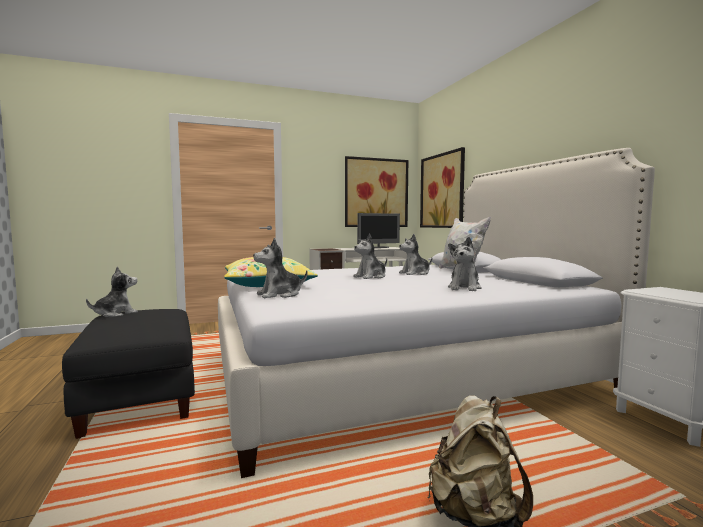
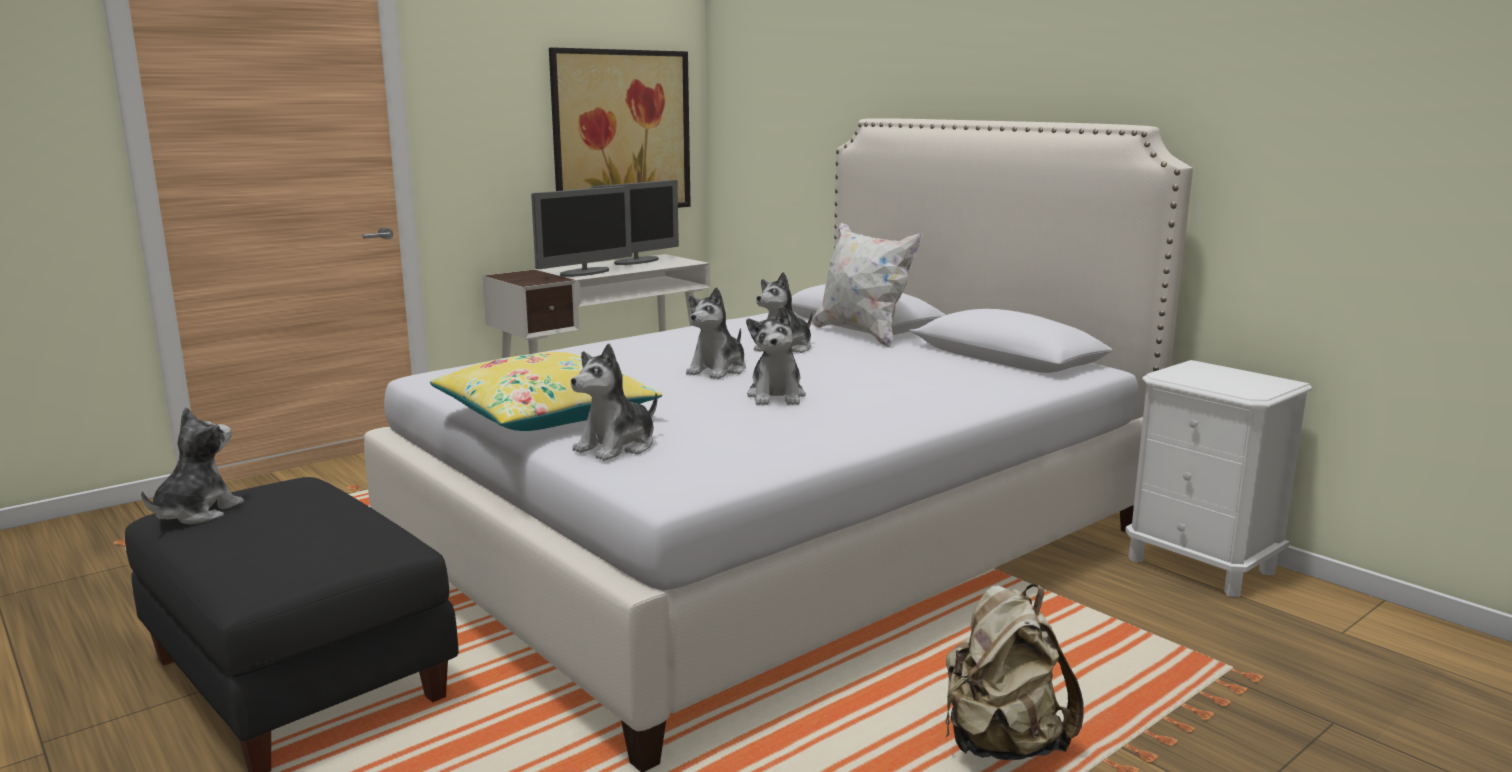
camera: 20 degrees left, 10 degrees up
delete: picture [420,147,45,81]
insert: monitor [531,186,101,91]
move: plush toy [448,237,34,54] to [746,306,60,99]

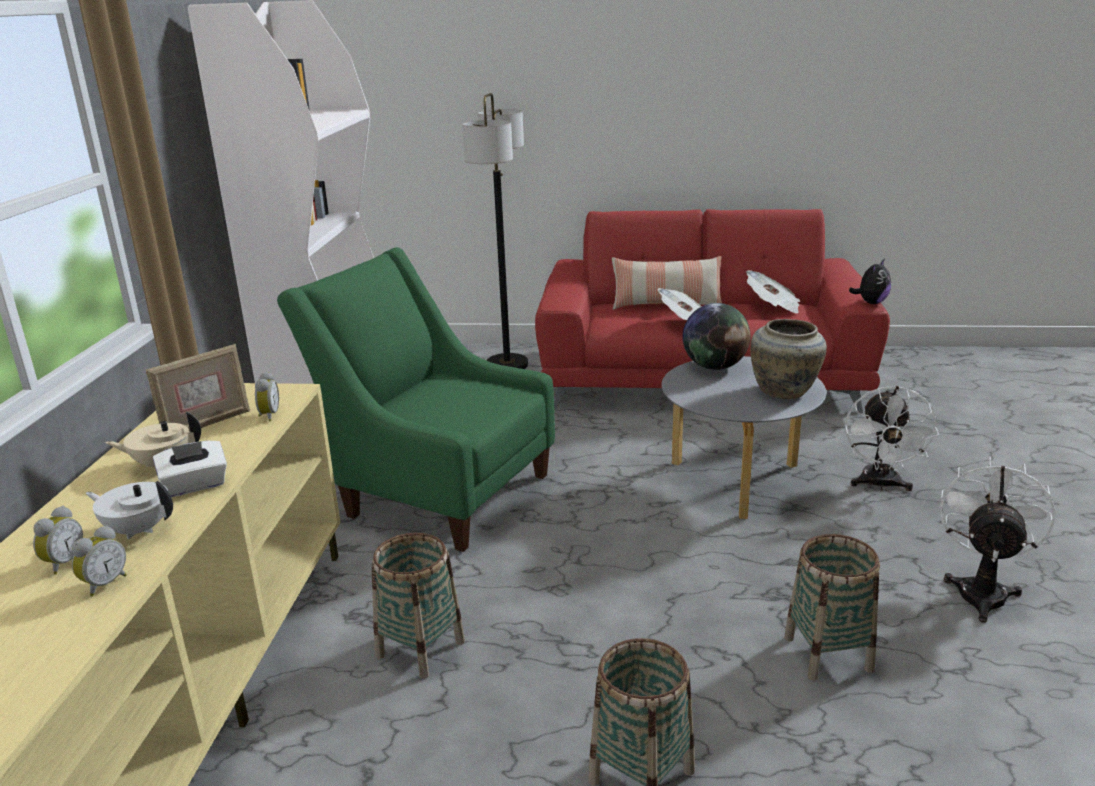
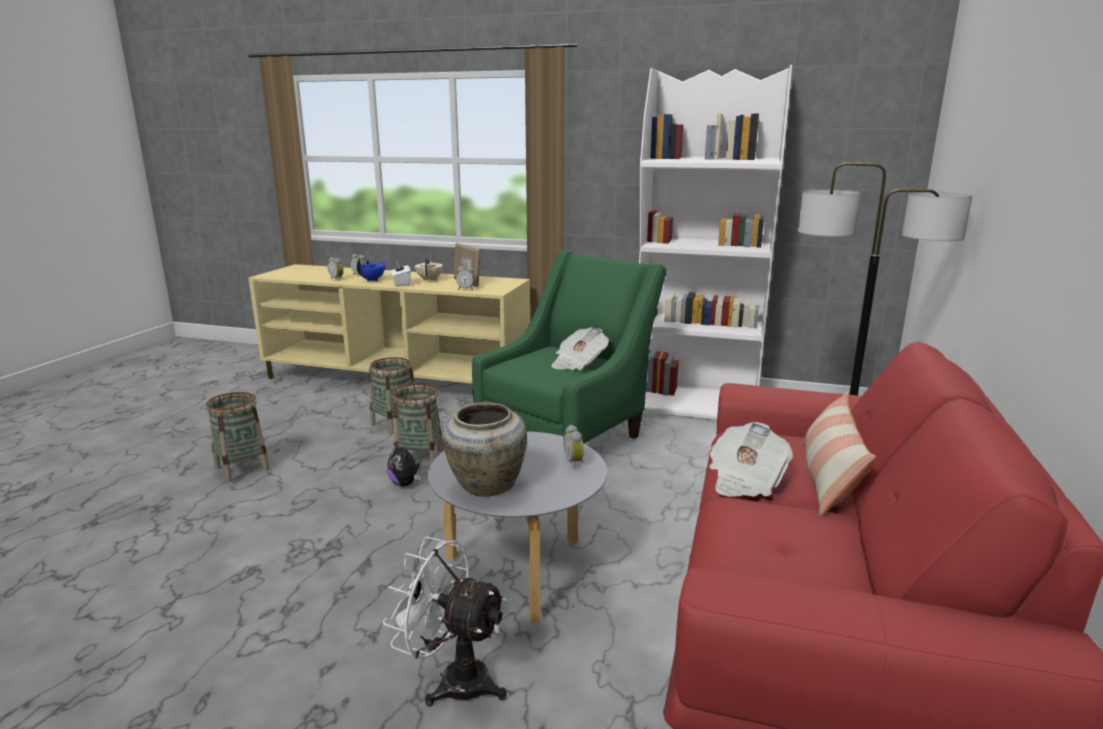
camera: 100 degrees right, 5 degrees down
delete: fan/white [940,457,116,166]
move: newspaper [746,270,54,44] to [552,327,57,43]; basket [784,534,96,147] to [392,383,51,82]; plush toy [849,259,42,45] to [387,443,34,44]
replace: globe [683,303,67,67] to alarm clock [563,425,21,44]
recolor: teapot/white [86,481,87,58] to teapot/blue [356,258,30,24]

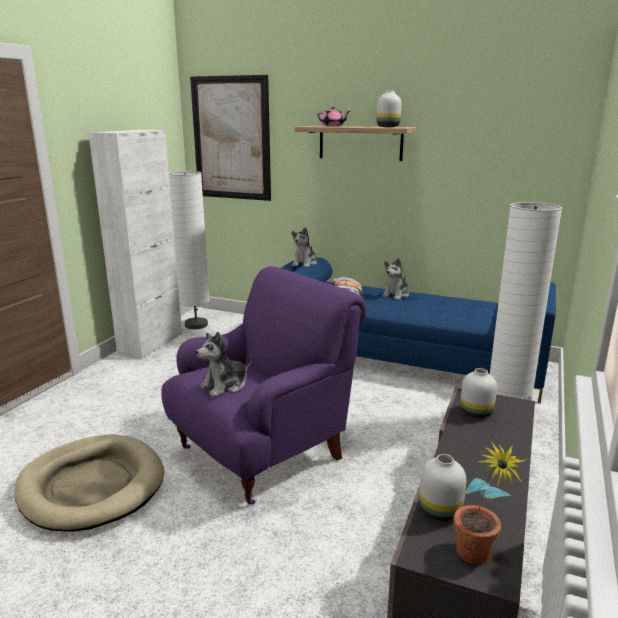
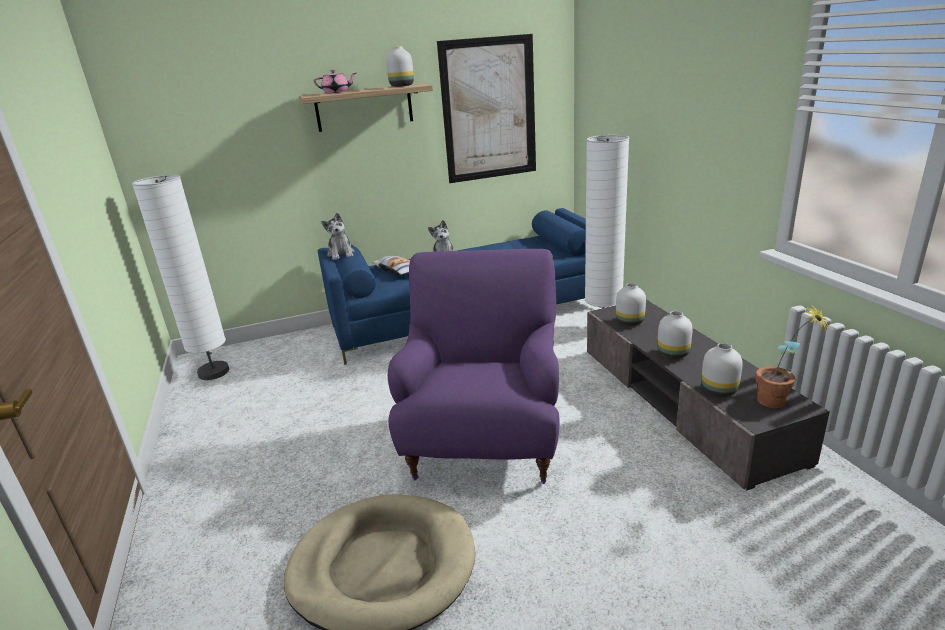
camera: 40 degrees left, 5 degrees up
delete: cabinet/white [89,130,93,230]; plush toy [196,331,55,66]
insert: vase/white [657,311,36,48]
move: picture [190,75,81,126] to [437,34,99,149]

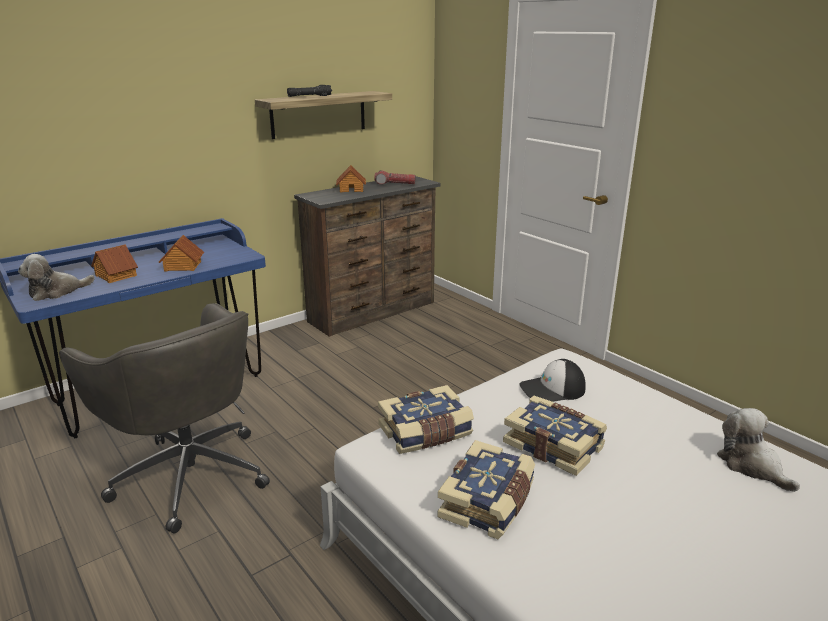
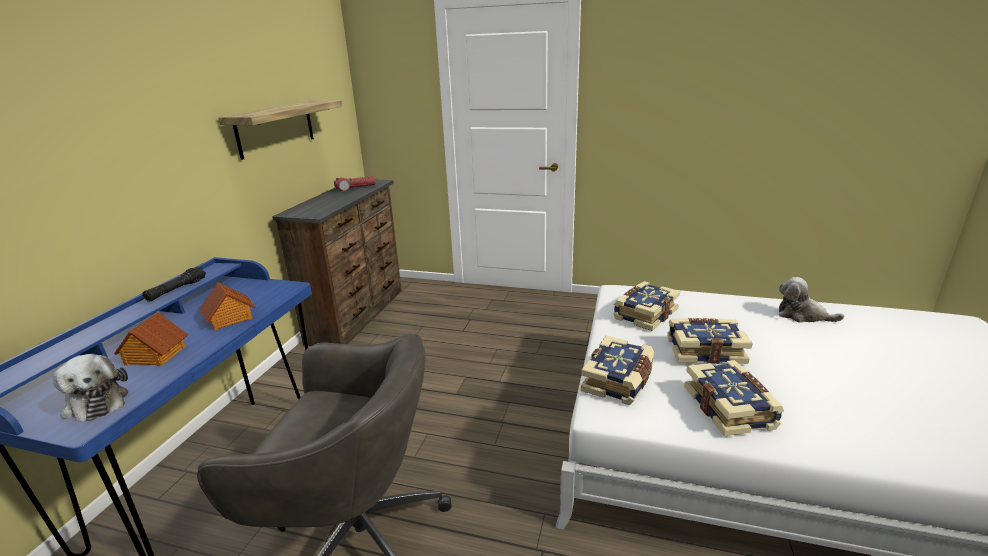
camera: 35 degrees left, 0 degrees up
delete: toy house [336,165,30,27]
move: flashlight/black [287,85,45,12] to [143,267,63,35]
replace: cap [520,359,66,43] to book [613,281,67,50]
rotate: plush toy [18,254,77,47] = [53,354,75,68] 60 degrees counterclockwise

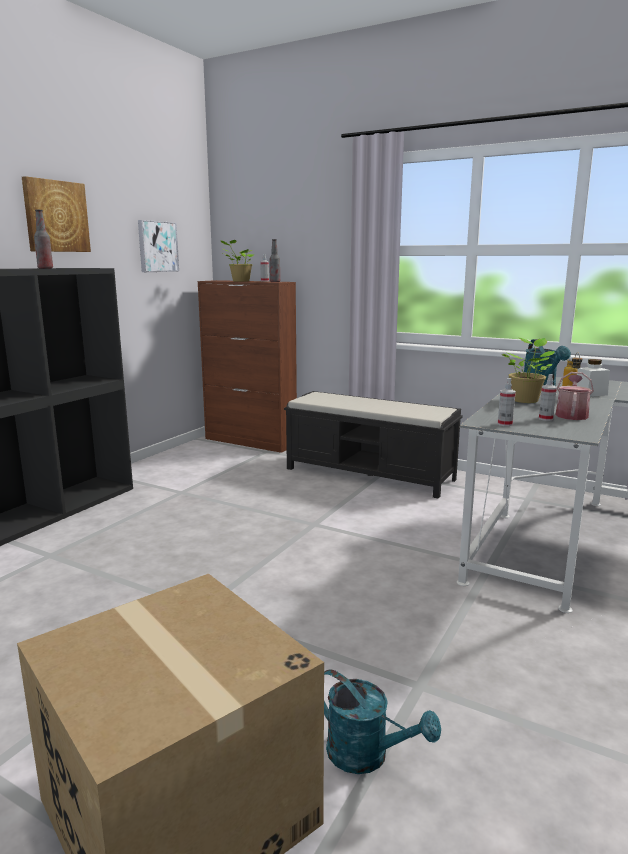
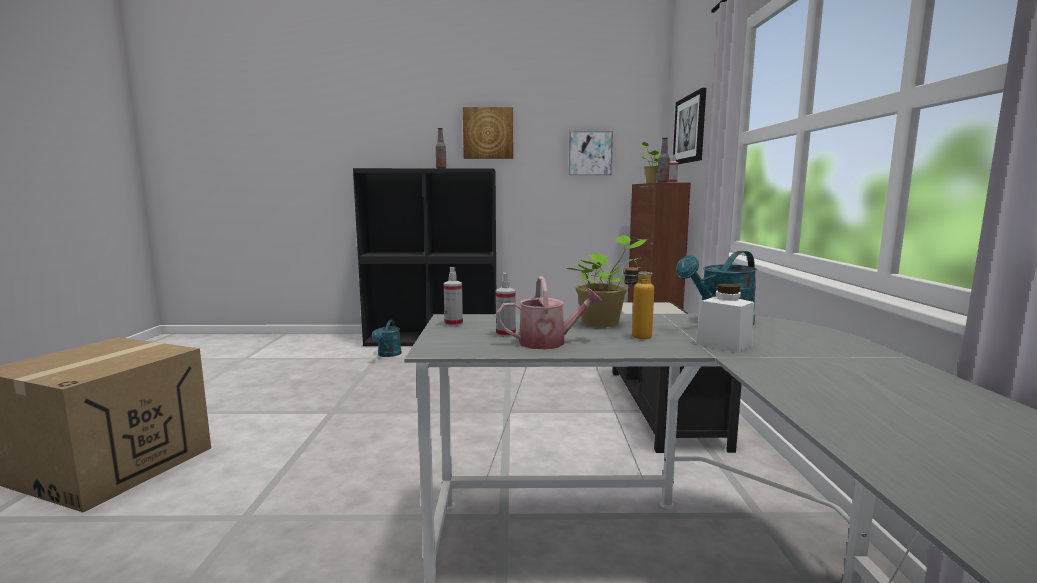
camera: 60 degrees right, 5 degrees down
insert: picture [673,88,33,76]
move: watering can/turquoise [324,670,117,104] to [372,320,30,37]

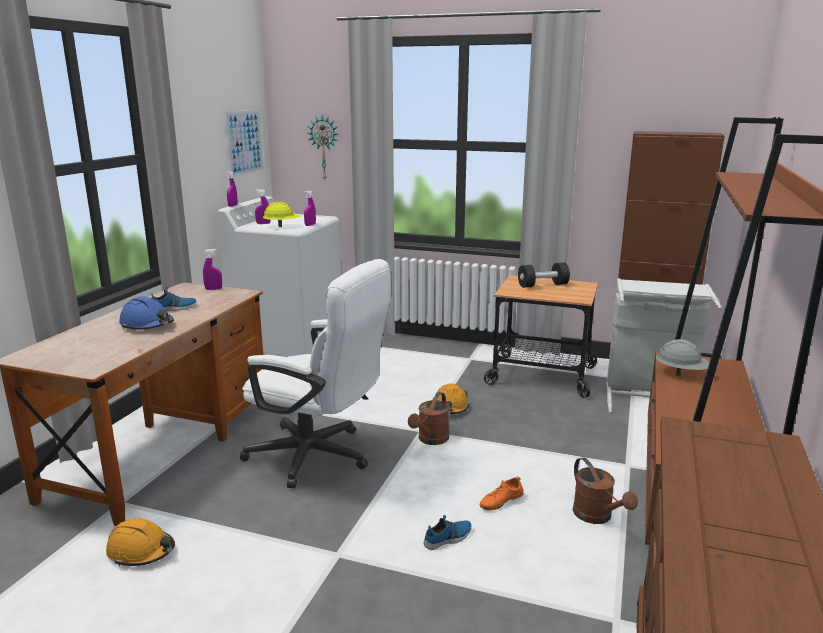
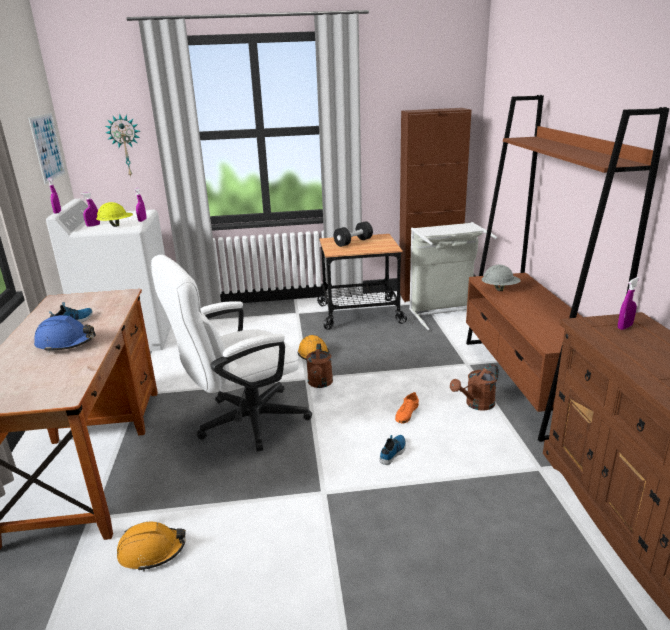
camera: 25 degrees left, 5 degrees up
move: spray bottle/purple [203,249,19,41] to [618,277,22,53]
rotate: office chair/white [240,259,151,229] = [151,255,161,197] 150 degrees clockwise; watering can/brown [573,457,65,67] = [450,364,49,47] 105 degrees clockwise

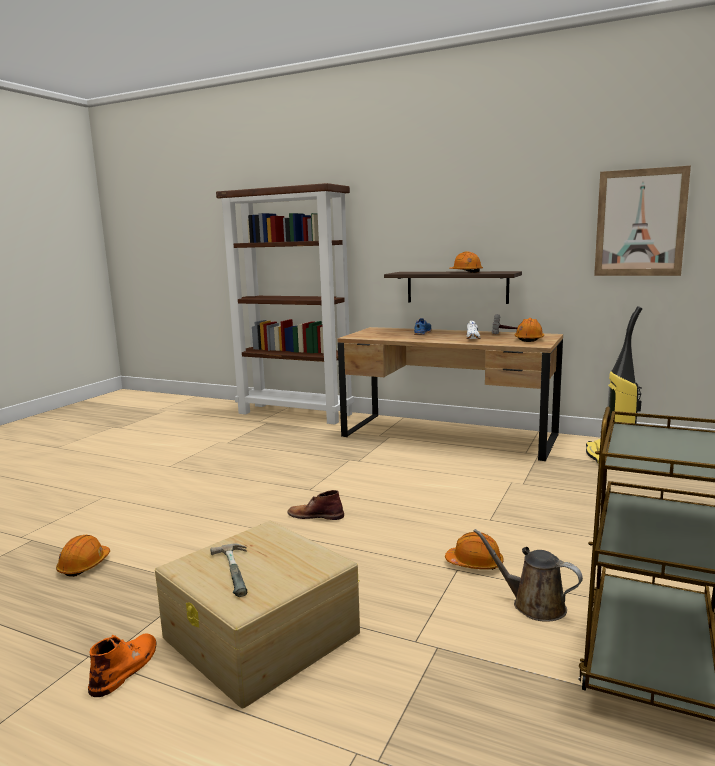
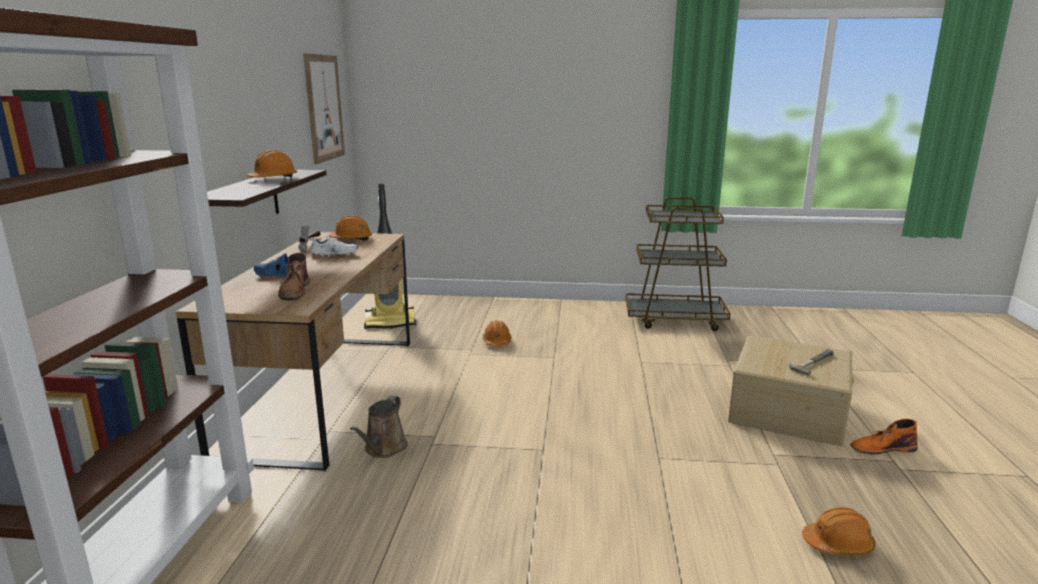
camera: 110 degrees left, 5 degrees up
move: boot/brown [287,490,57,30] to [278,253,32,47]; hard hat/orange [445,532,59,38] to [483,320,29,26]; watering can/brown [474,529,109,93] to [350,396,58,62]

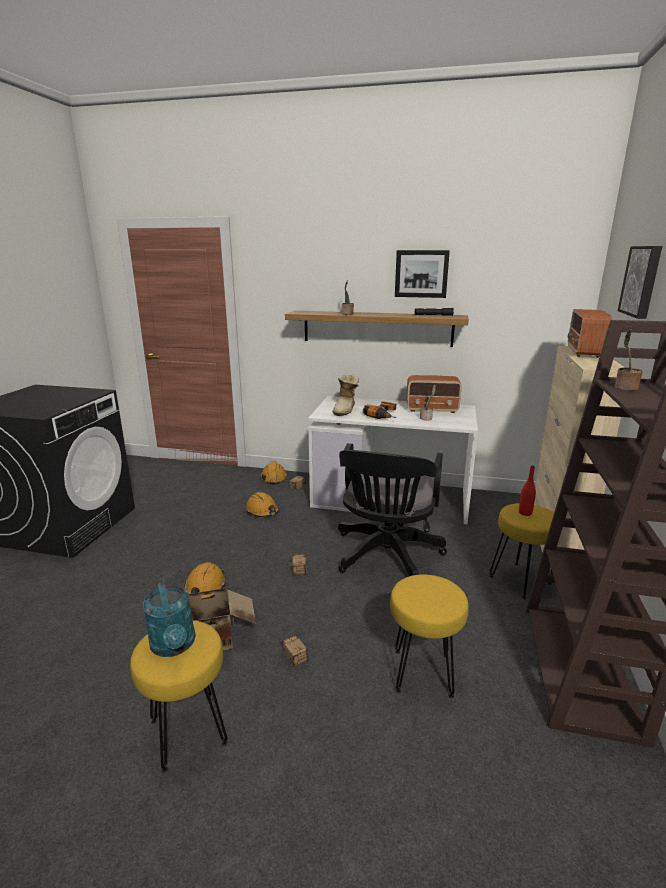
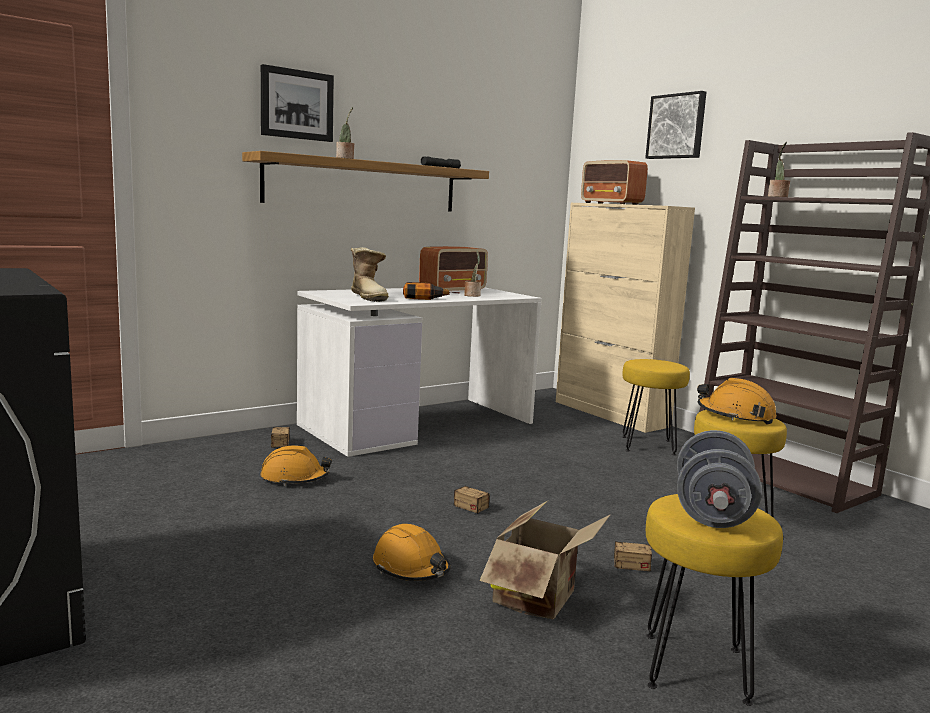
camera: 50 degrees left, 10 degrees down
delete: office chair/black [338,443,109,133]; bottle/red [519,465,17,51]
move: hard hat/orange [260,461,28,24] to [697,378,80,47]; picture [395,250,55,48] to [261,64,73,78]
replace: watering can/turquoise [142,574,54,83] to dumbbell/grey [677,430,85,98]

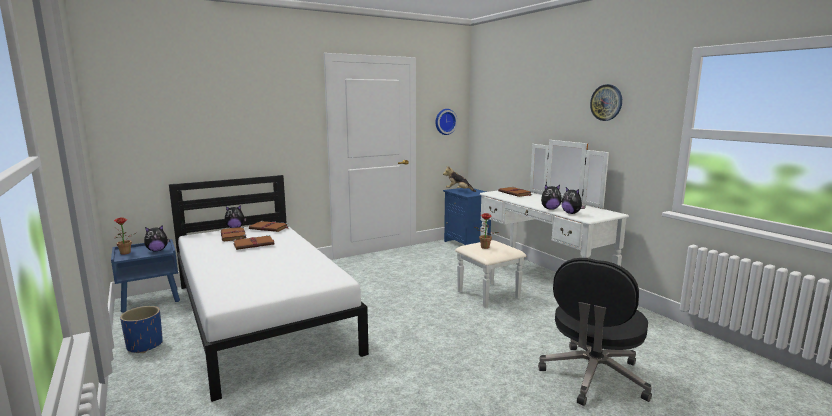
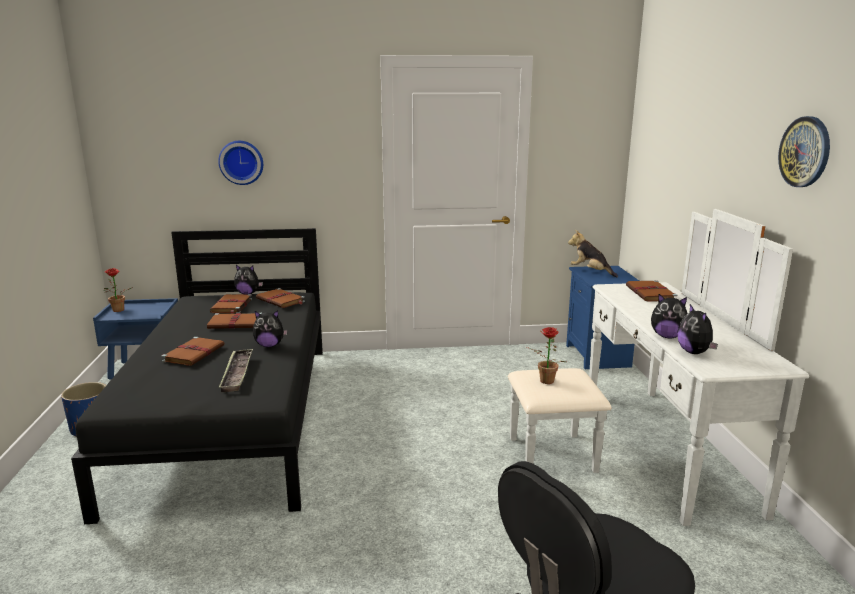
camera: 25 degrees right, 5 degrees up
insert: book/brown [161,337,63,29]; tray [218,349,35,43]
move: plush toy [144,225,26,26] to [253,310,35,37]; wall clock [436,109,21,26] to [218,141,45,44]
recolor: bed/white [169,175,200,227] to bed/black [71,228,252,296]

